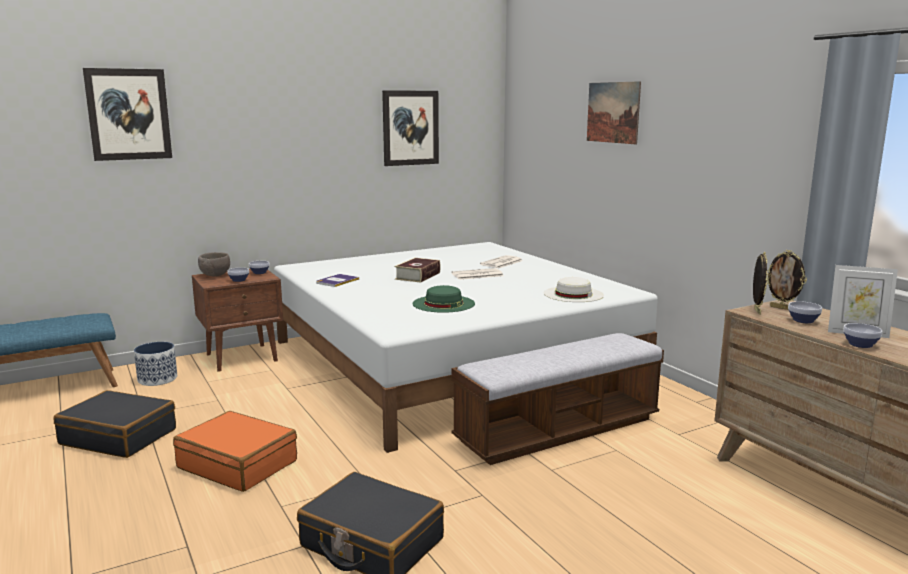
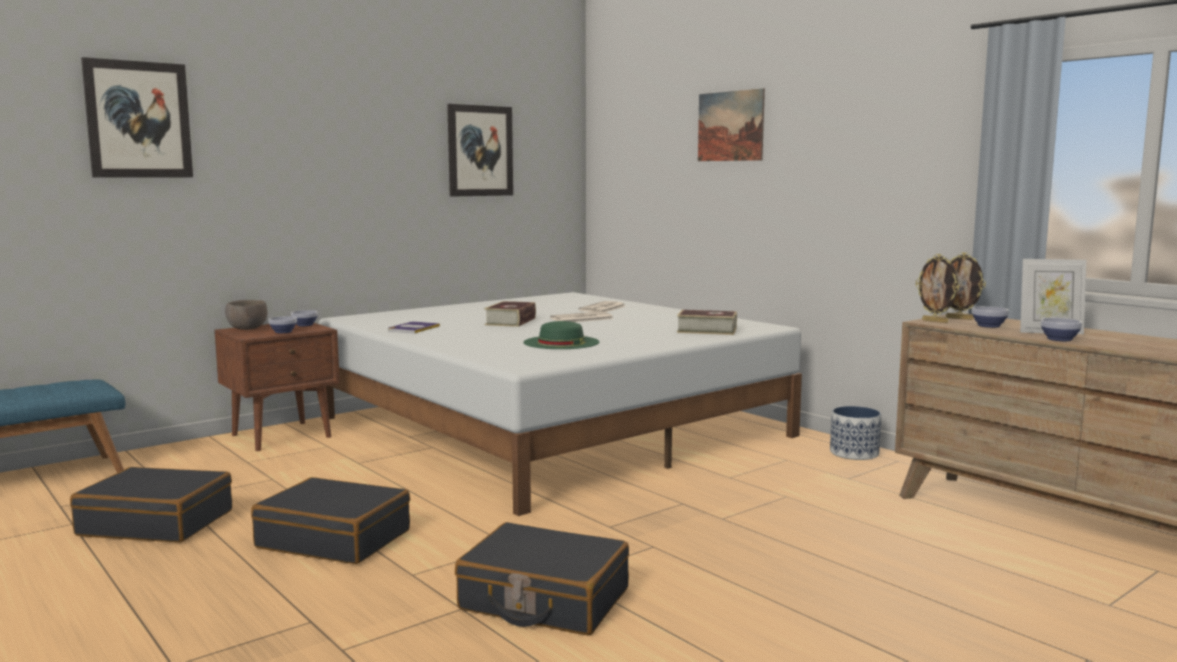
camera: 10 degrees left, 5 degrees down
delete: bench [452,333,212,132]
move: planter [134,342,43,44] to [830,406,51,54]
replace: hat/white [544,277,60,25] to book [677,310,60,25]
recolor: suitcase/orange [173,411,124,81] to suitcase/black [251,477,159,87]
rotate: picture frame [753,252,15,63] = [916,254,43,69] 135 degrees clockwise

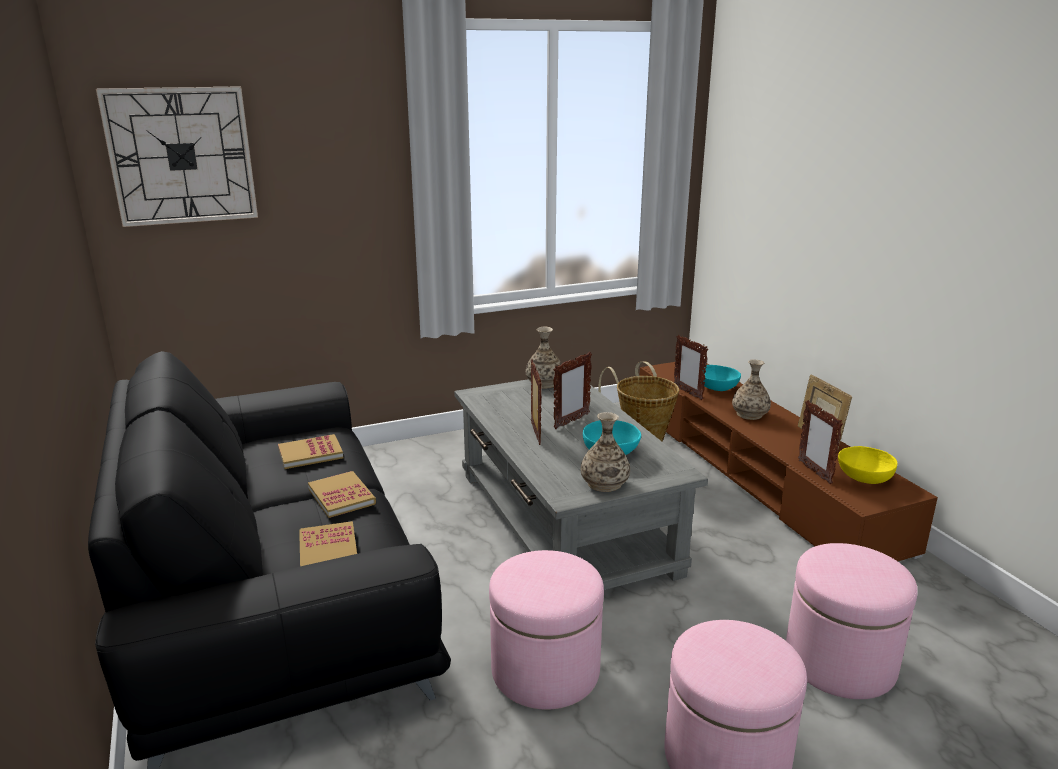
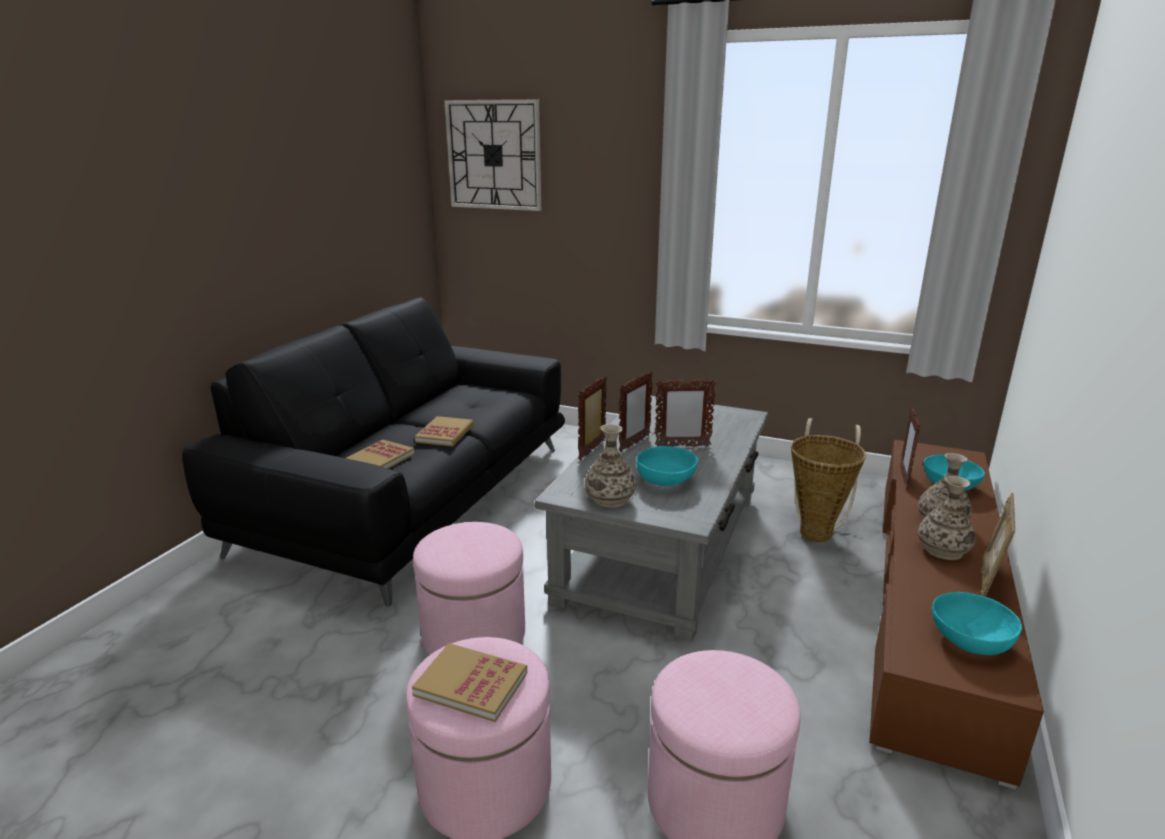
camera: 45 degrees right, 0 degrees up
move: book [278,434,65,35] to [412,643,115,79]; vase [526,327,37,62] to [918,476,57,84]; picture frame [798,400,45,84] to [578,375,29,85]
recolor: bowl/yellow [838,446,59,38] to bowl/turquoise [932,592,90,63]

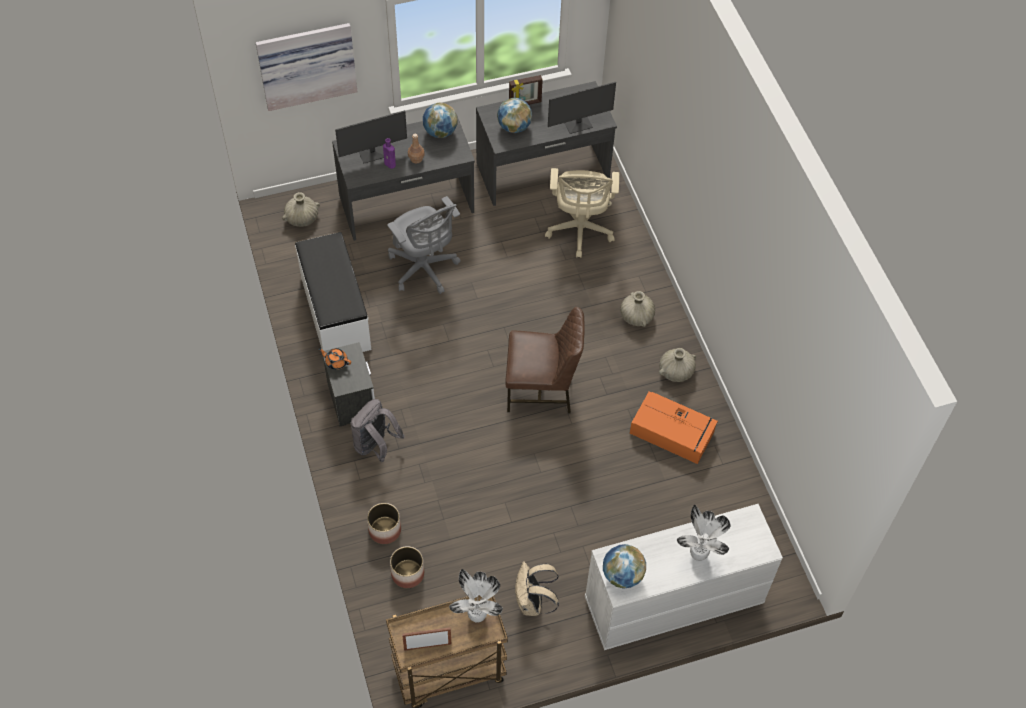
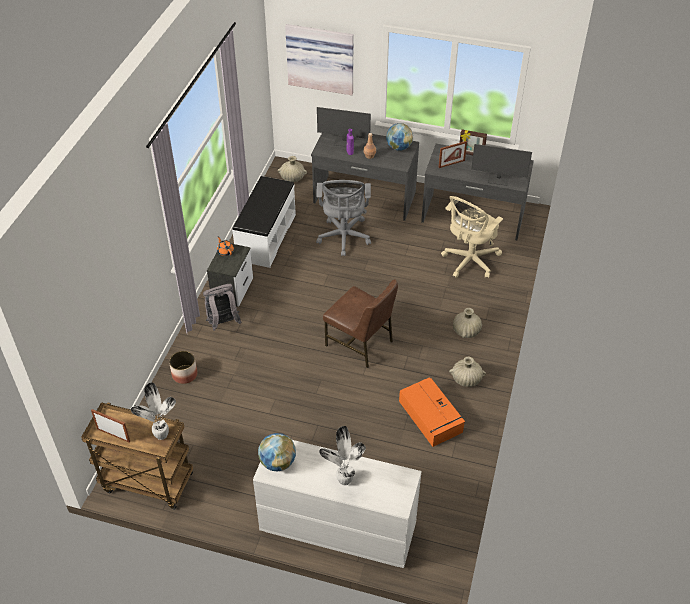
camera: 35 degrees right, 10 degrees down
delete: planter [390,546,34,42]; backpack/beige [515,561,44,55]
replace: globe [497,98,35,35] to picture frame [439,141,28,27]

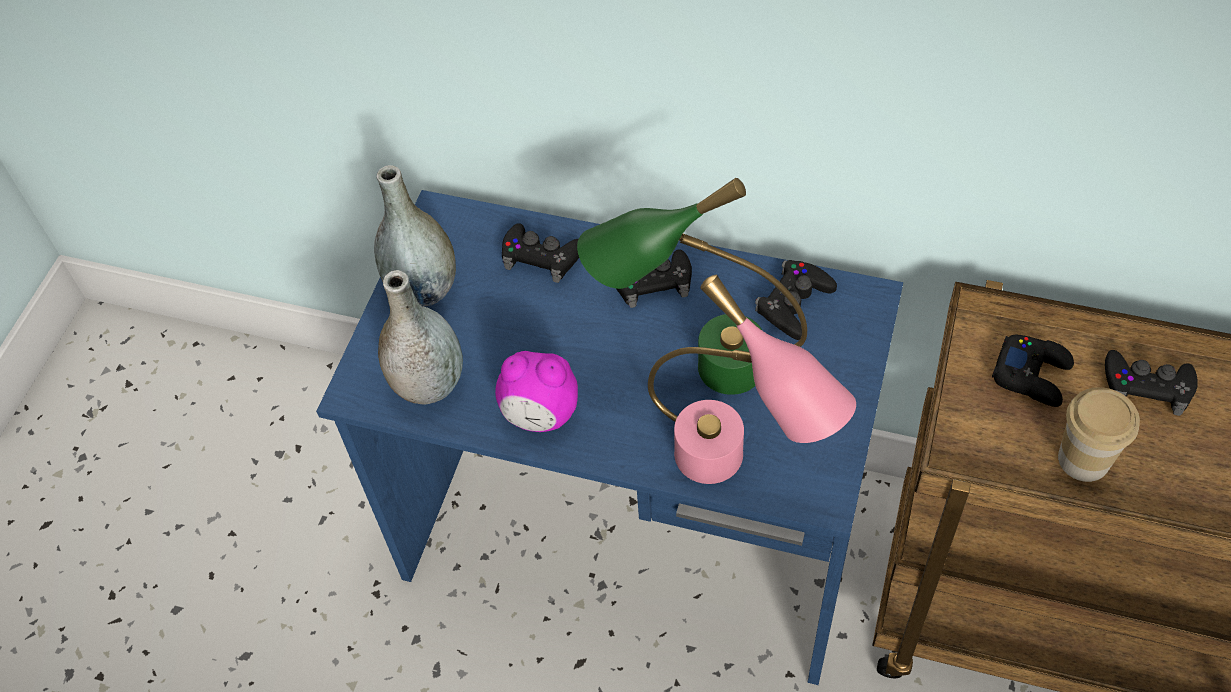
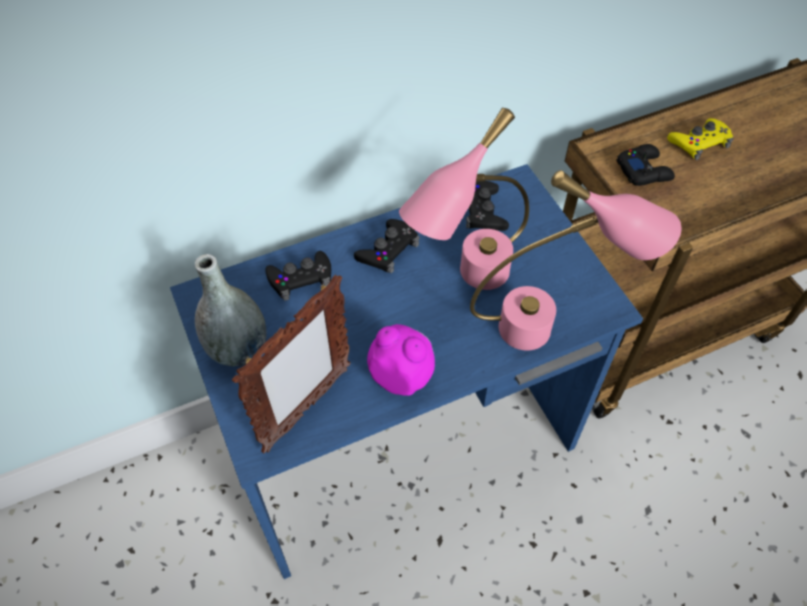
camera: 45 degrees left, 0 degrees up
delete: cup [1058,387,82,95]
replace: vase/grey [378,270,85,135] to picture frame [232,275,119,178]
recolor: table lamp/green [577,178,230,217] to table lamp/pink [399,108,130,182]; game controller/black [1105,350,93,66] to game controller/yellow [667,118,67,42]
rotate: alarm clock [495,351,83,81] = [367,324,68,72] 120 degrees counterclockwise

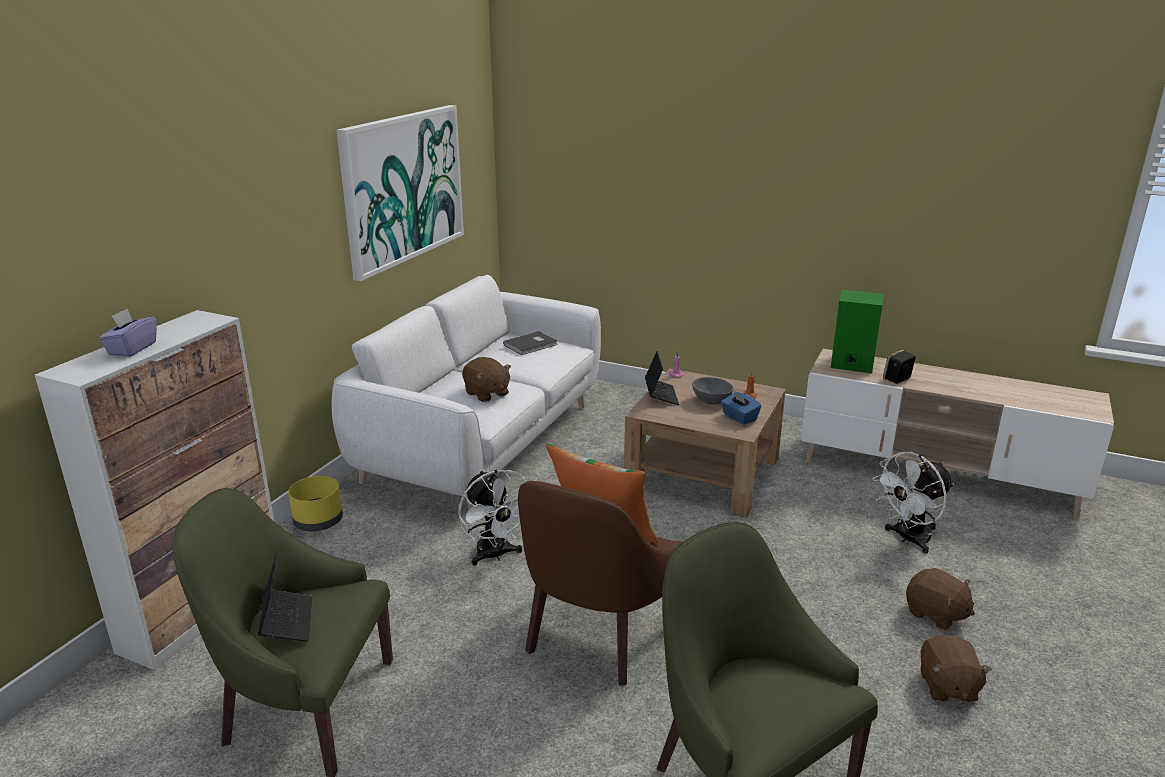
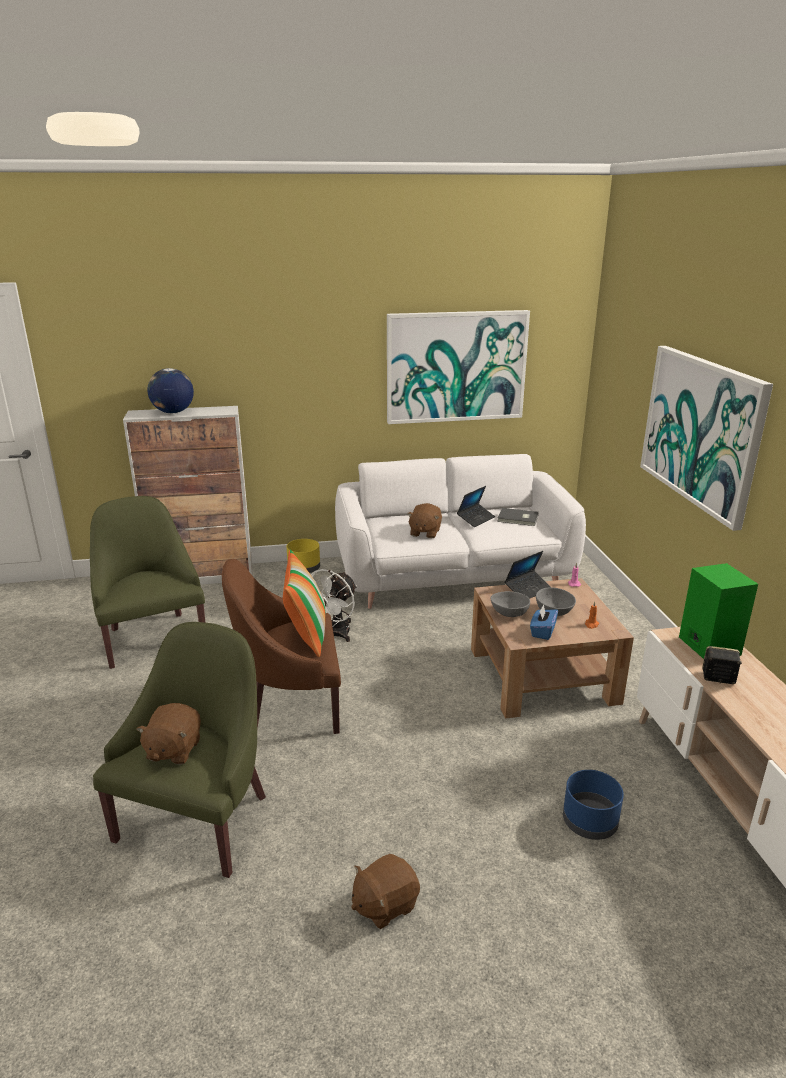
camera: 55 degrees right, 0 degrees up
insert: bowl/grey [491,591,39,26]; picture [640,346,133,185]
move: laptop [258,552,54,90] to [457,486,38,41]; plush toy/brown [906,568,69,62] to [136,703,65,62]
replace: tissue box/purple [98,309,59,48] to globe [147,368,47,45]; fan/white [872,452,82,102] to planter/blue [563,770,61,70]

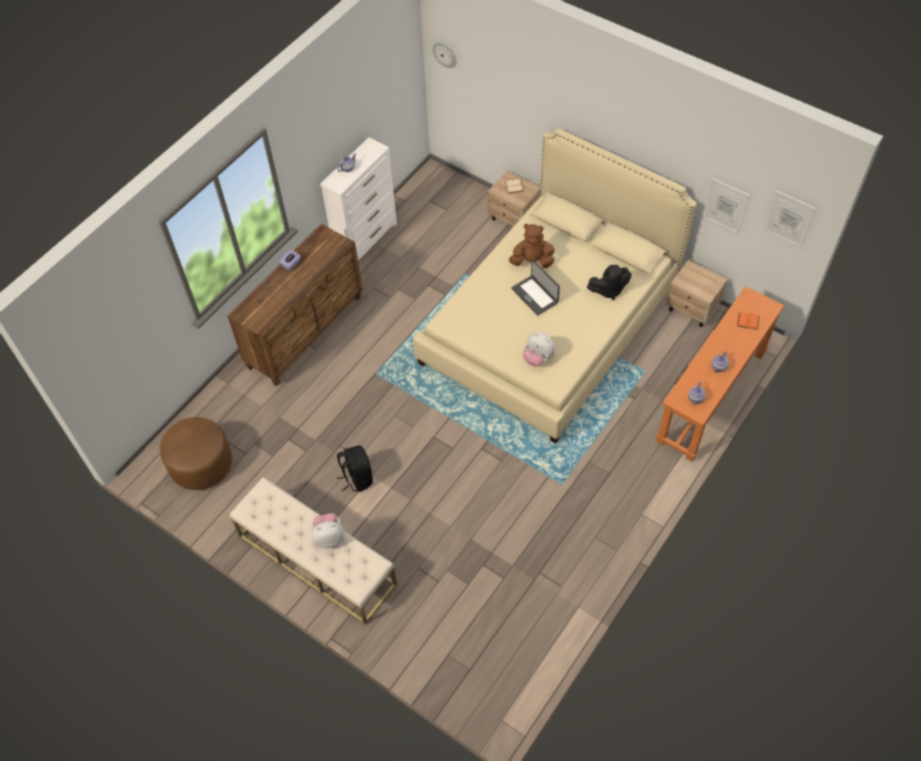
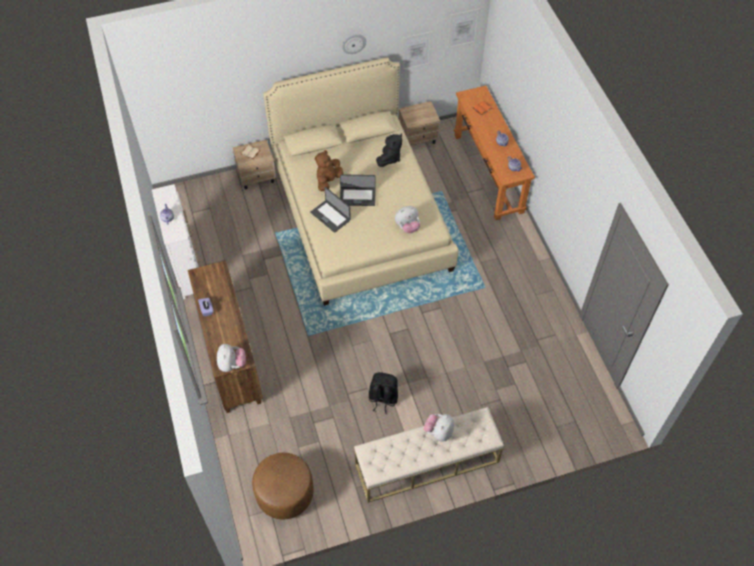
camera: 55 degrees left, 0 degrees up
insert: plush toy [217,344,29,28]; laptop [310,187,41,46]
move: wall clock [432,42,25,26] to [342,34,24,20]

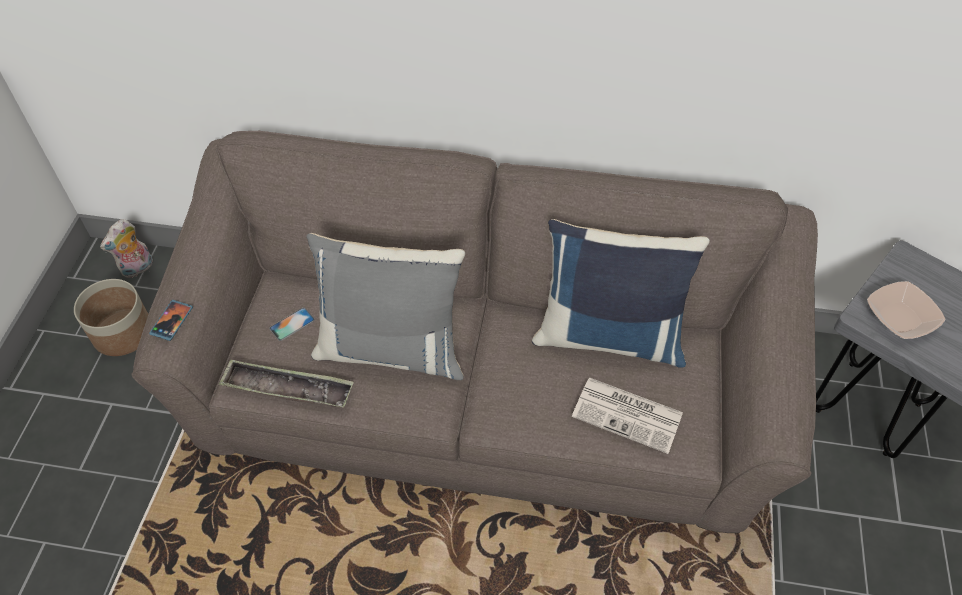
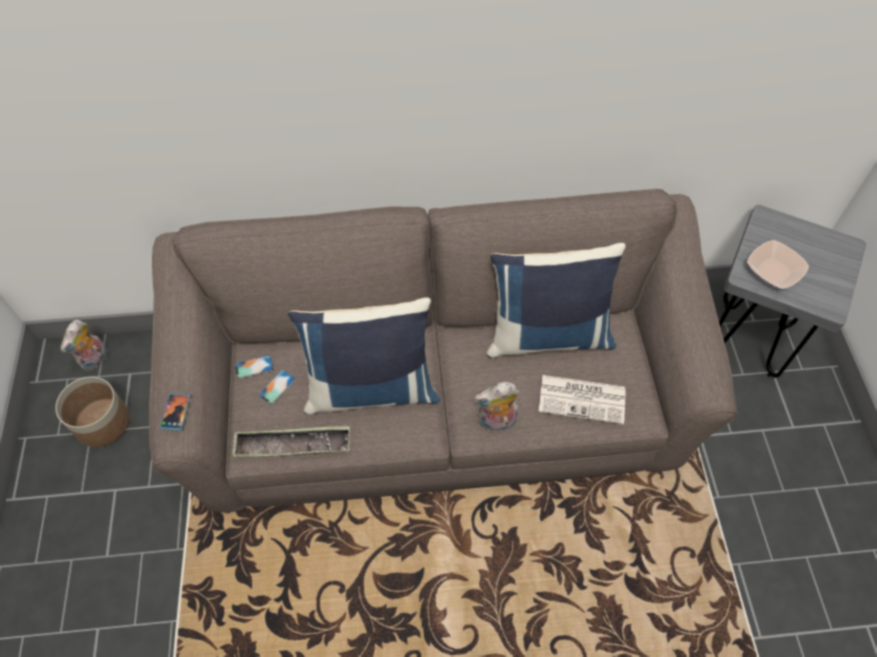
camera: 15 degrees left, 5 degrees up
insert: phone [235,355,38,24]; plush toy [474,382,45,50]
recolor: pillow/grey [306,233,159,147] to pillow/blue [288,297,152,118]

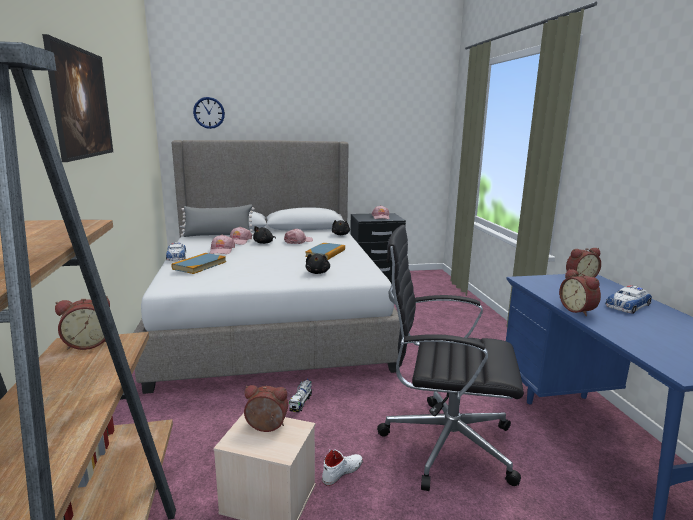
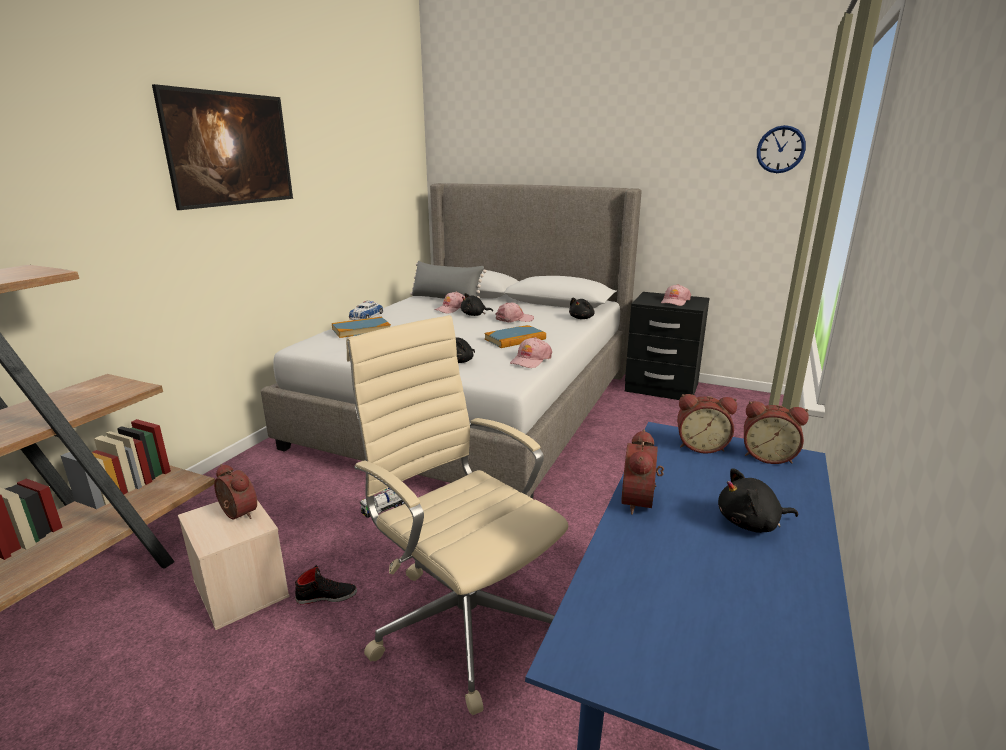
camera: 35 degrees right, 5 degrees up
move: alarm clock [55,296,55,54] to [677,394,60,60]; wall clock [193,97,32,32] to [757,125,49,48]; cap/pink [209,235,26,19] to [510,337,42,31]
replace: toy car [606,285,46,29] to plush toy/black [718,468,80,65]
recolor: shoe/white [322,450,41,36] to shoe/black [295,565,62,39]; office chair/black [377,225,147,266] to office chair/beige [346,315,222,400]

